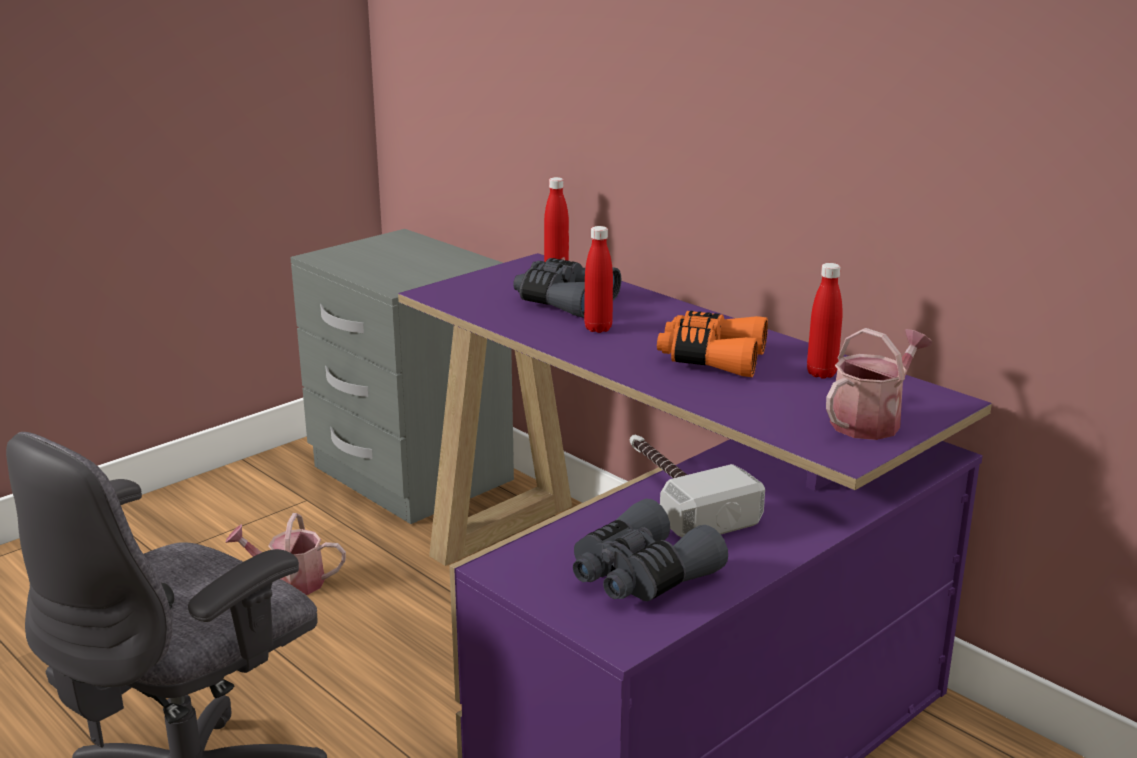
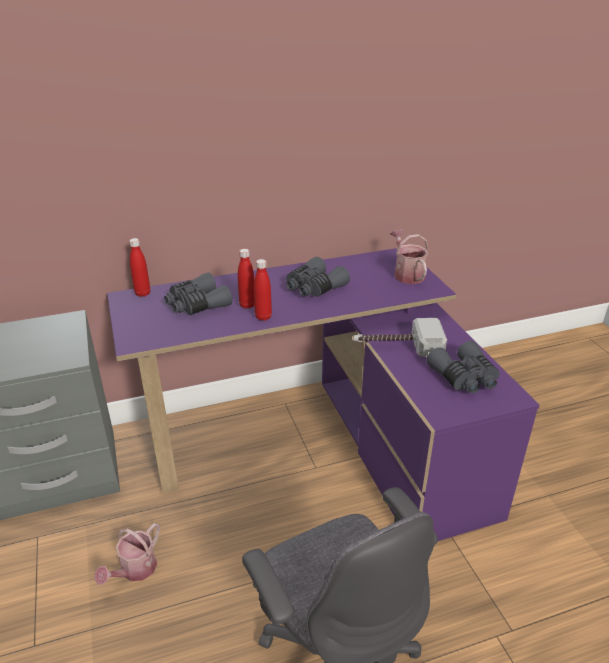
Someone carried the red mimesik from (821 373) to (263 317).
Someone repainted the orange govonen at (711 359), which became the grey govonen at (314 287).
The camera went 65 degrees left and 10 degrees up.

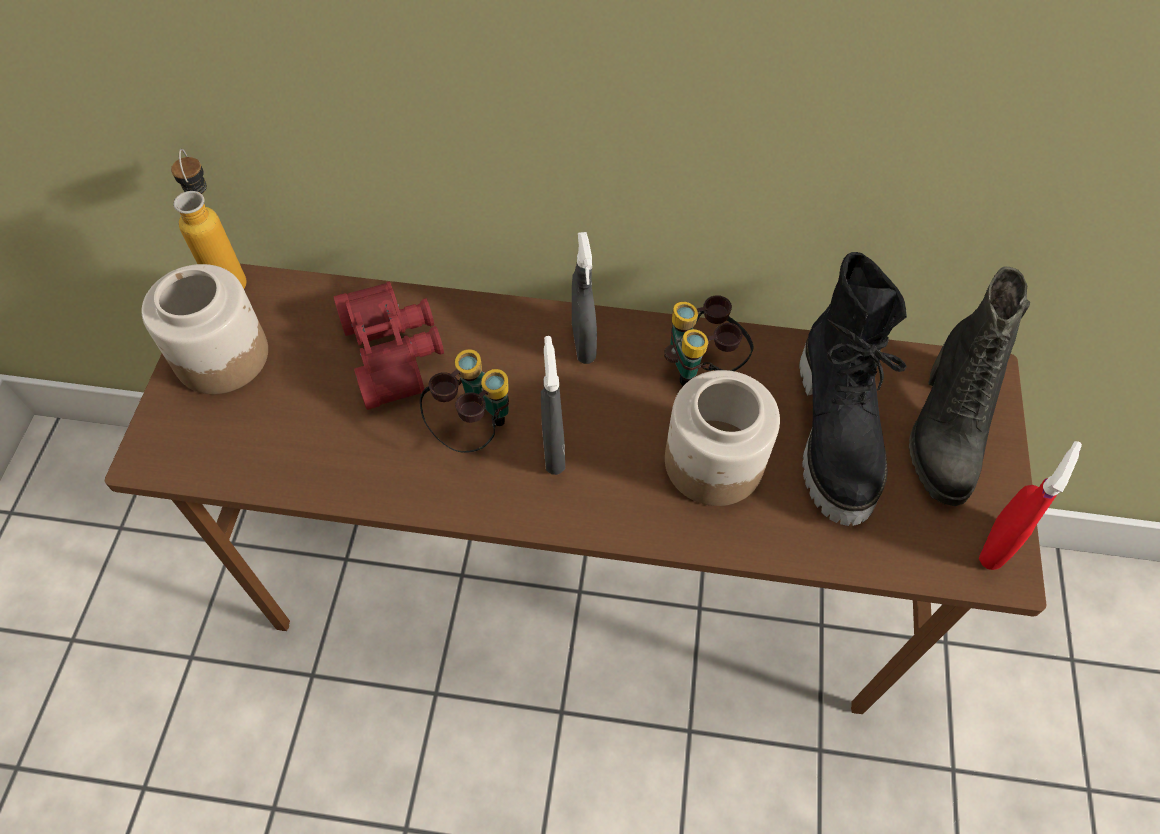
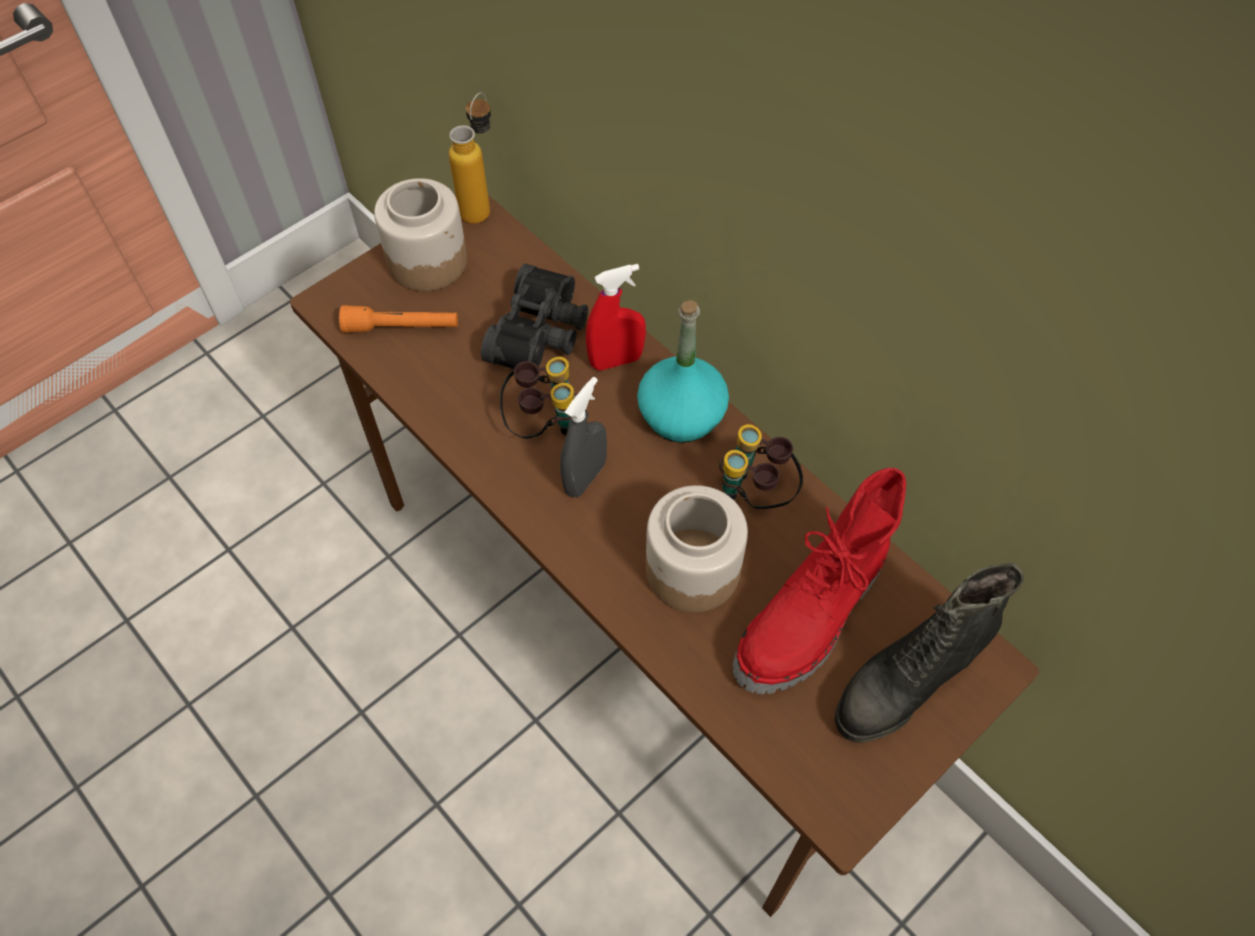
Someone put down the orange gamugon at (402 327).
Someone carried the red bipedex from (995 544) to (616 360).
Someone swapped the grey bipedex at (583 343) for the turquoise mimesik at (681 415).
Someone repainted the red govonen at (396 352), which became the black govonen at (542 333).
Someone repainted the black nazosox at (837 433), which became the red nazosox at (812 619).
The camera went 40 degrees right and 0 degrees up.

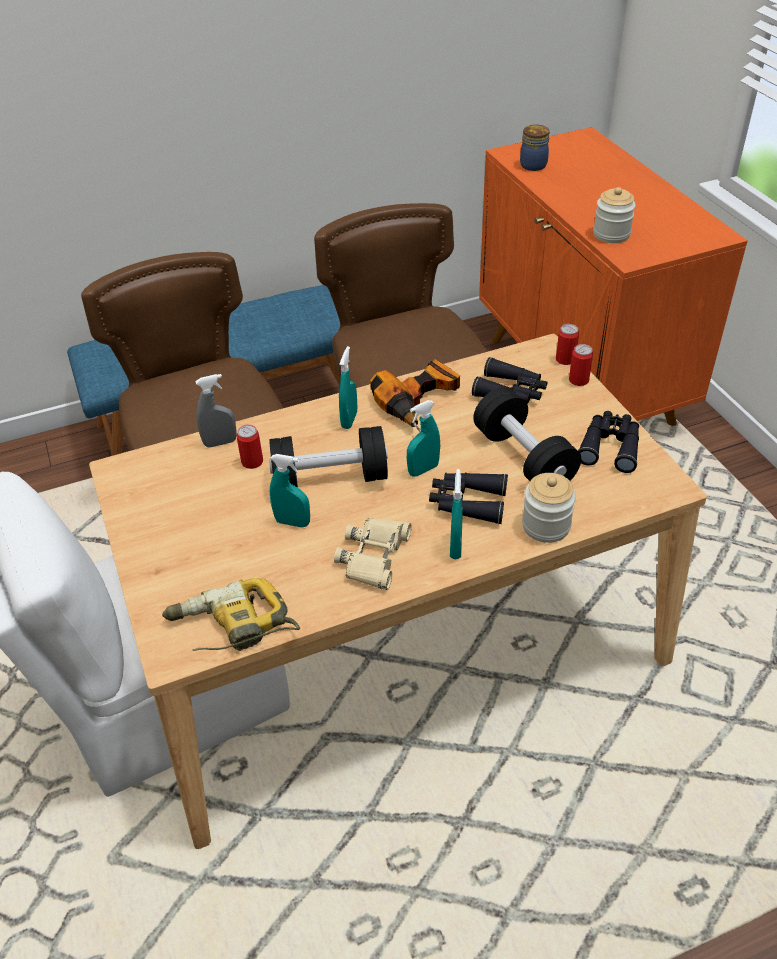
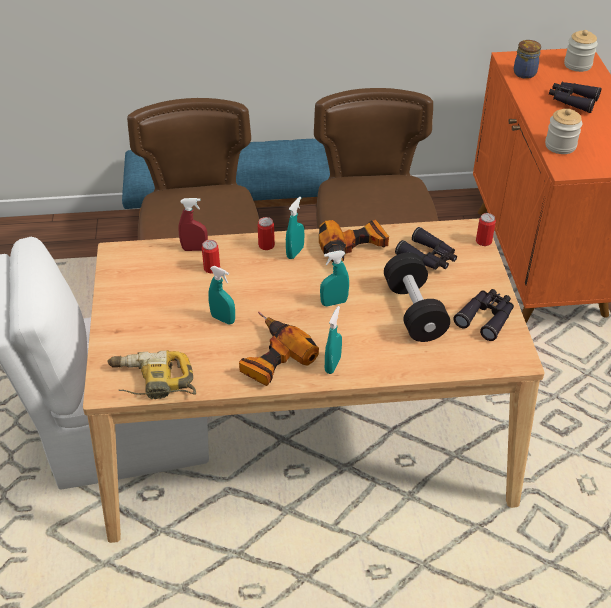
Someone took away the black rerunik at (330 478).
Someone carried the black govonen from (467 502) to (572 101).
Someone carried the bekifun from (546 525) to (577 65).
Someone carried the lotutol from (578 380) to (266 245).
Someone swapped the beige govonen at (374 556) for the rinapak at (271 357).
Someone repainted the grey bipedex at (220 442), which became the red bipedex at (194 249).
The camera went 15 degrees right and 0 degrees up.

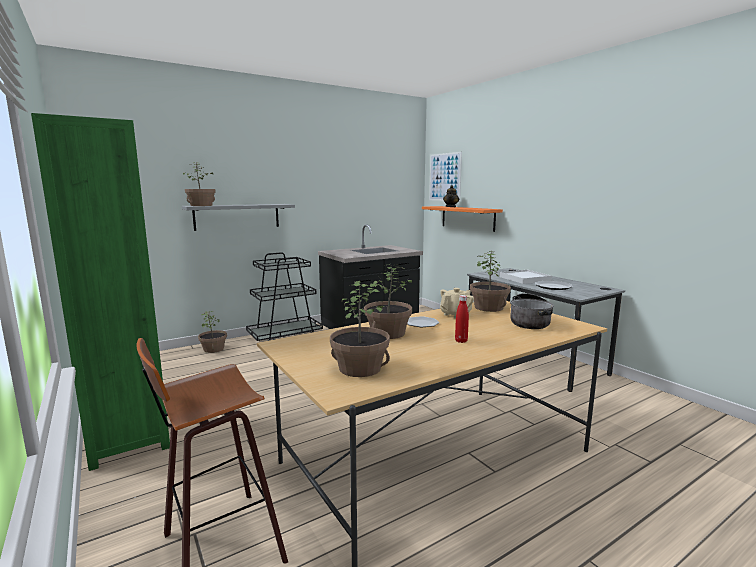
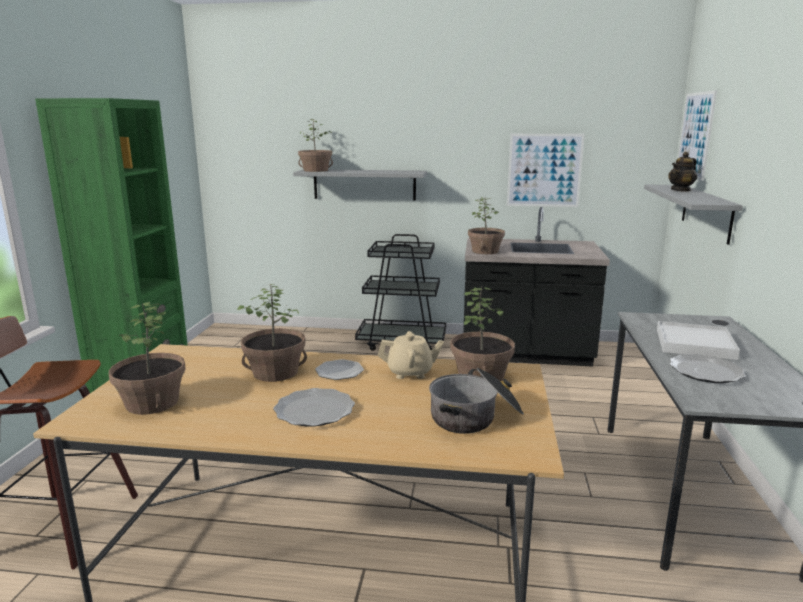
Someone put up the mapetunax at (544 170).
Someone carried the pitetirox from (214 349) to (485 251).
Someone swapped the red mimesik at (461 341) for the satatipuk at (314 410).
Someone repainted the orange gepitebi at (467 218), which became the grey gepitebi at (706 212).
The camera went 40 degrees right and 5 degrees up.

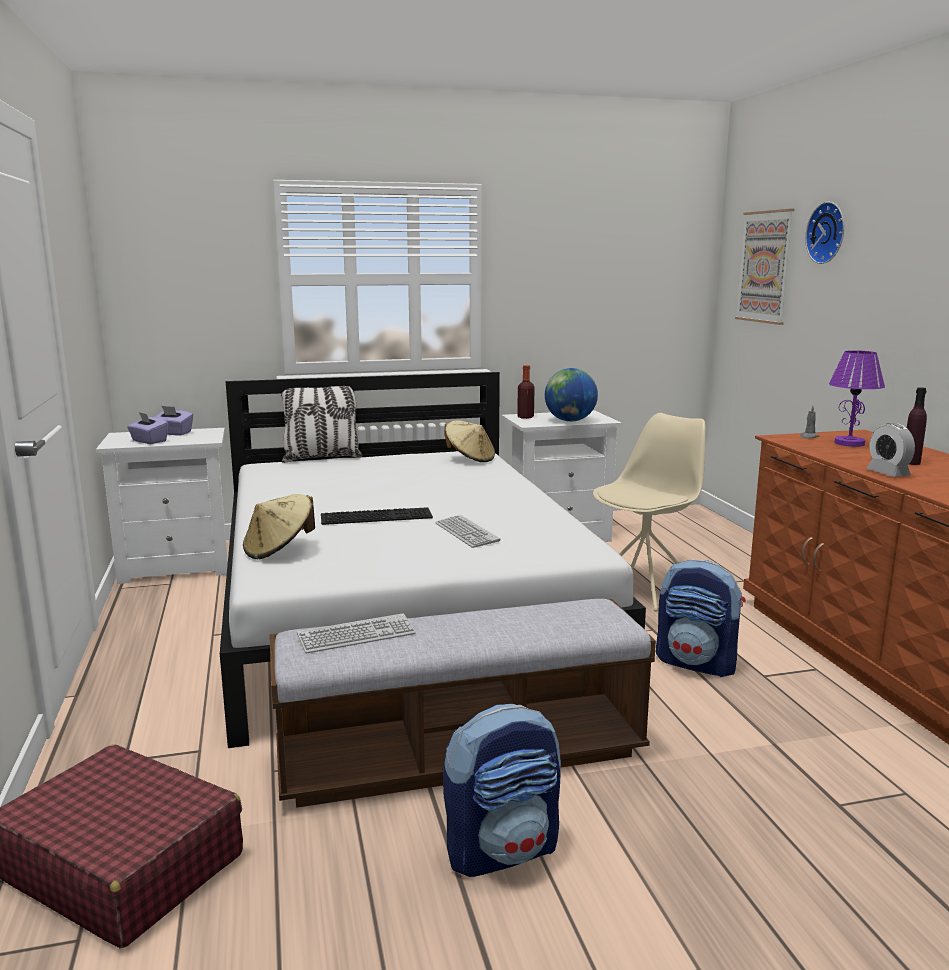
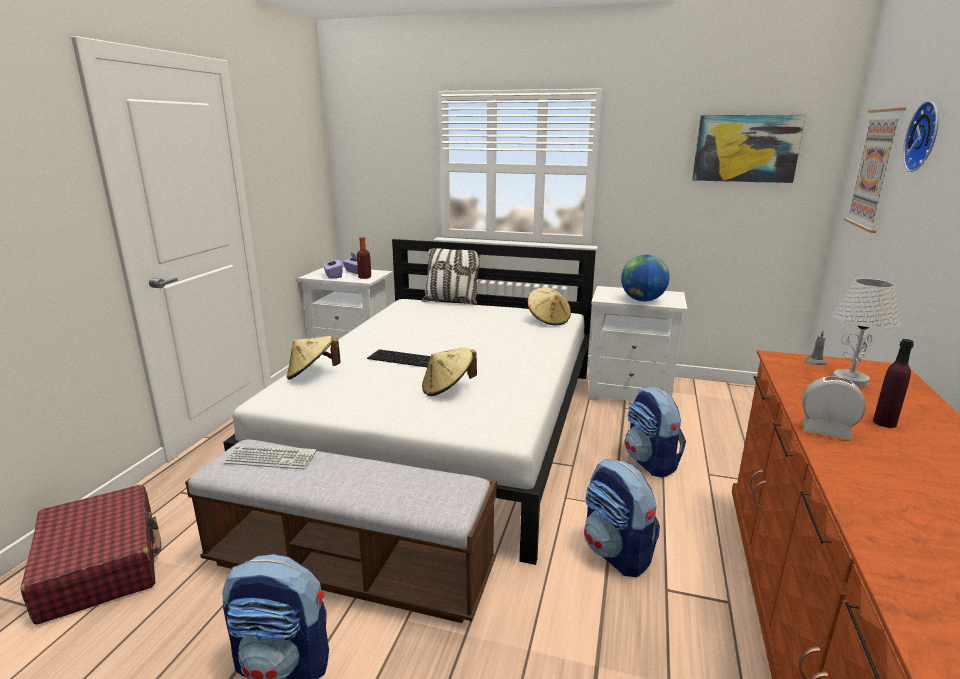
Someone put up the mapetunax at (746 148).
Someone carried the mimesik from (525 417) to (364 277).
Someone swapped the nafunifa at (466 533) for the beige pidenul at (447 389).
Someone swapped the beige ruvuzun at (644 588) for the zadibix at (650 462).
Someone repainted the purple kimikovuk at (850 443), which became the white kimikovuk at (850 380).
Someone rotated the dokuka at (888 473) by 105 degrees clockwise.
The camera went 30 degrees right and 5 degrees up.

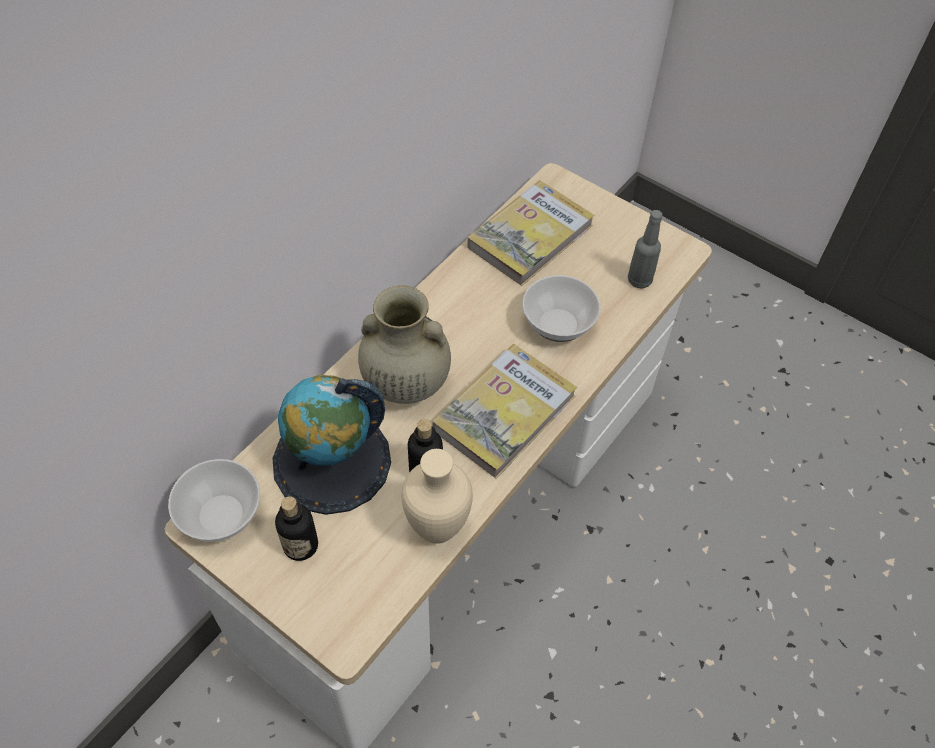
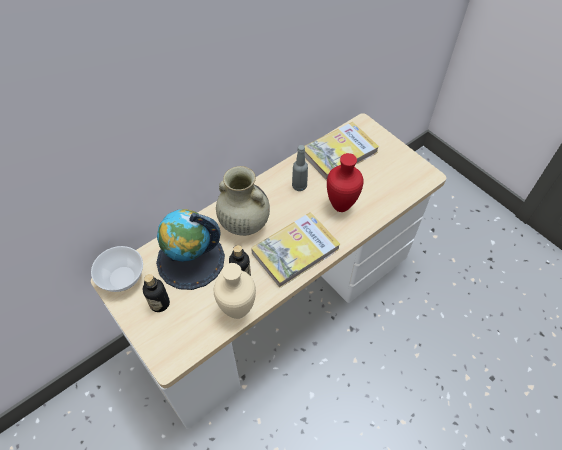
Someone carried the grey mimesik from (639 280) to (299 186).
Someone swapped the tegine at (559 325) for the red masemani at (342 206).
The camera went 15 degrees right and 0 degrees up.

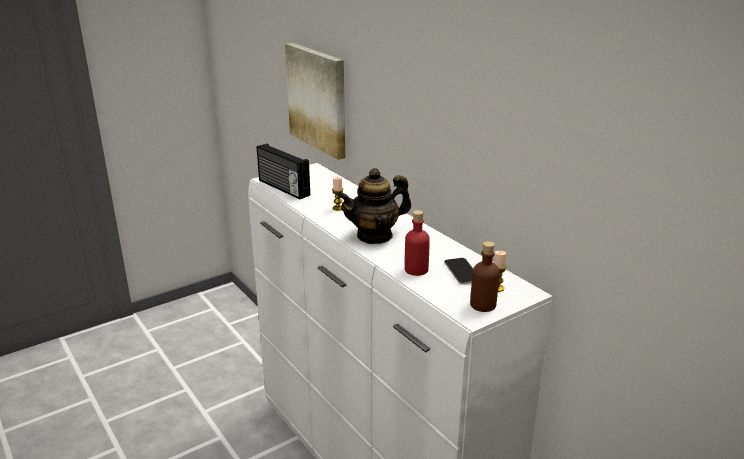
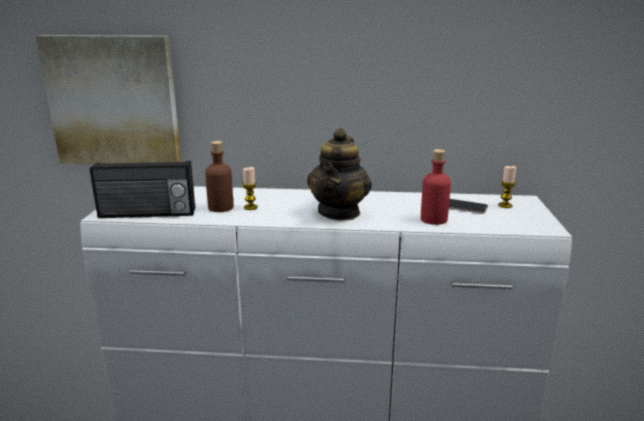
Someone carried the brown mimesik from (483 305) to (221 207).
The camera went 50 degrees left and 5 degrees down.

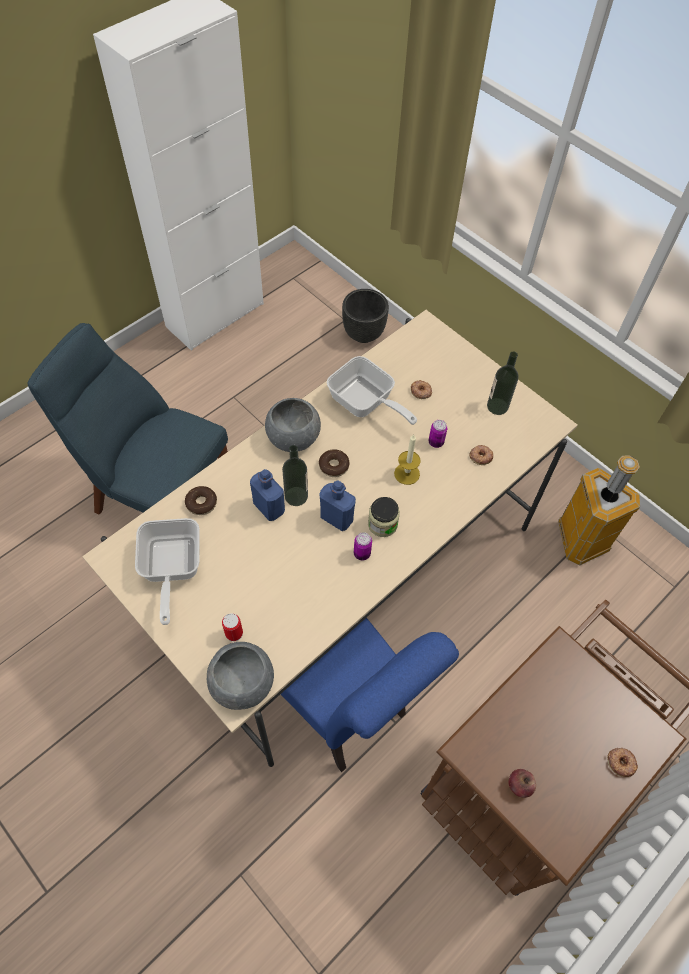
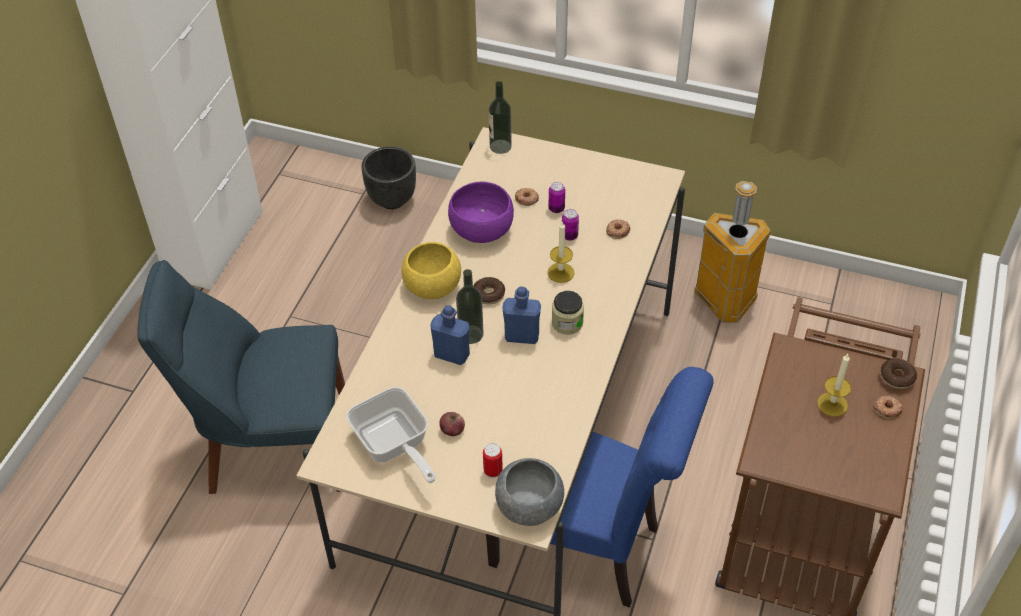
Someone put down the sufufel at (832 404).
Someone carried the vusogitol from (201 503) to (897 377).
Someone carried the lotutol from (362 553) to (556 209).
Someone carried the mimesik from (497 406) to (500 146).
Someone carried the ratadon from (519 785) to (452 430).
Someone swapped the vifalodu at (365 403) for the purple tegine at (481 230).
Someone repainted the grey tegine at (293 437), which became the yellow tegine at (432 286).
The camera went 25 degrees left and 10 degrees down.

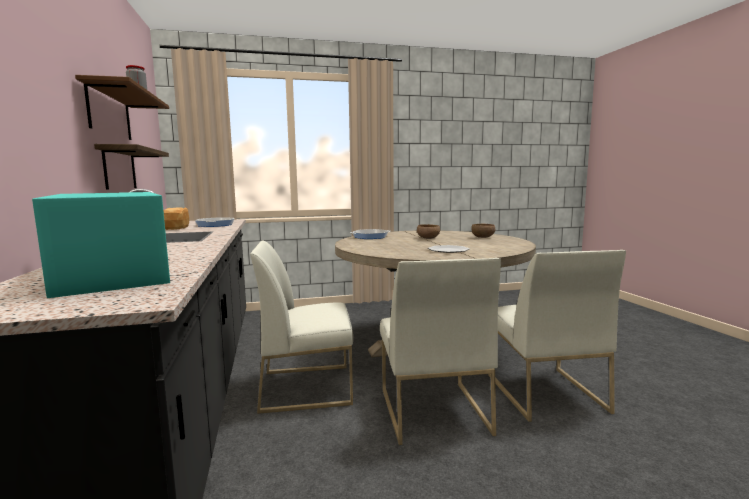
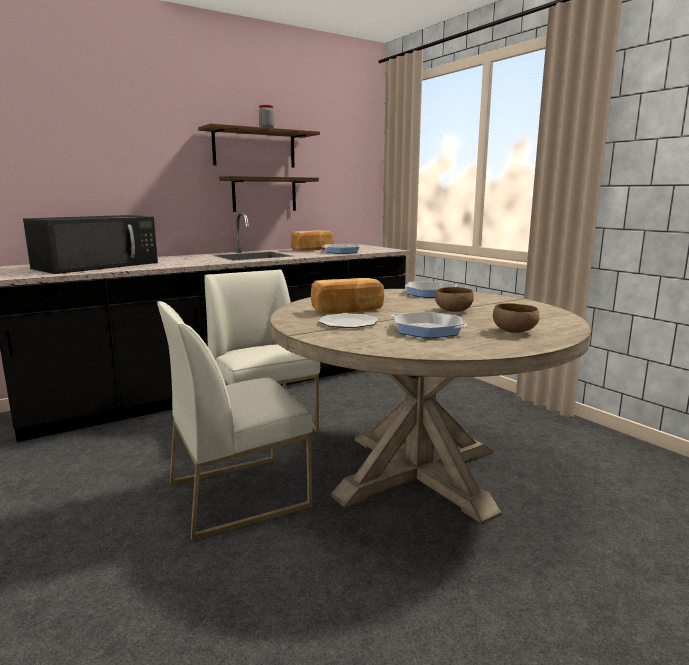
Someone took away the white ruvuzun at (543 392).
Someone put down the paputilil at (348 310).
Someone put down the vifalodu at (427 330).
Someone repainted the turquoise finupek at (112 271), which became the black finupek at (98 265).
The camera went 70 degrees right and 5 degrees up.

